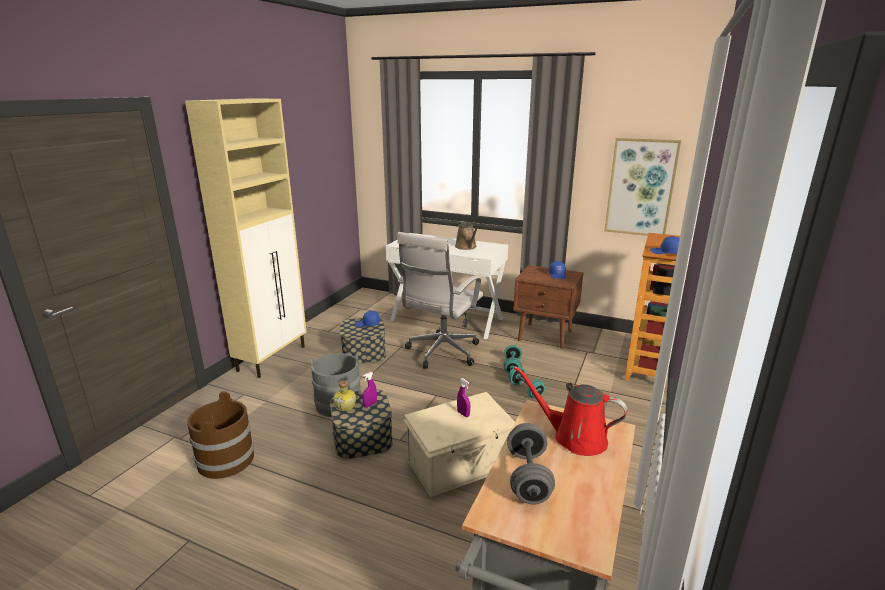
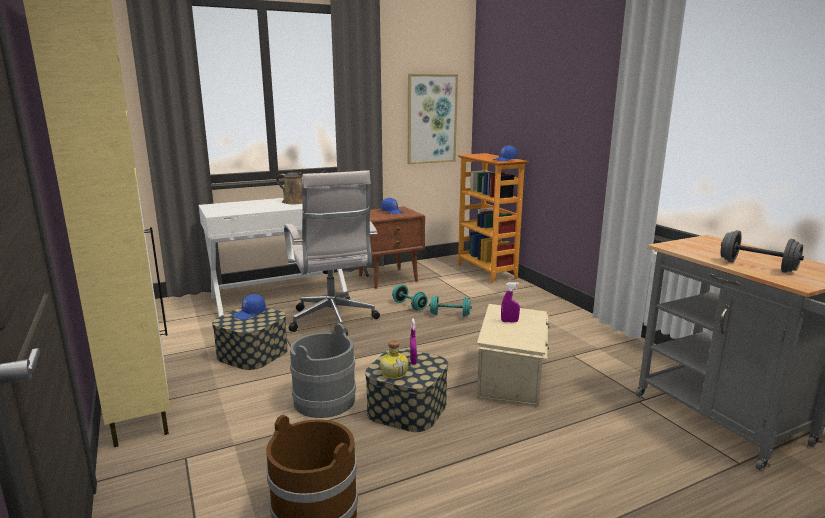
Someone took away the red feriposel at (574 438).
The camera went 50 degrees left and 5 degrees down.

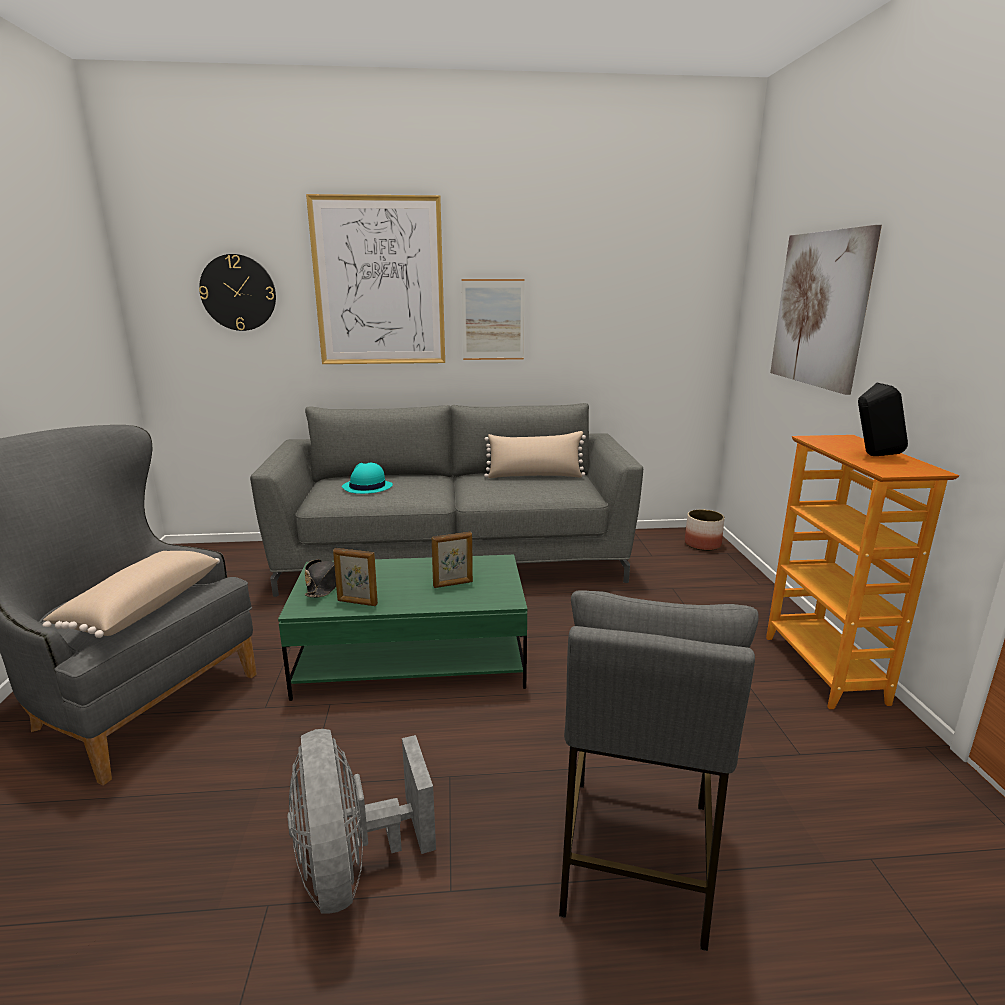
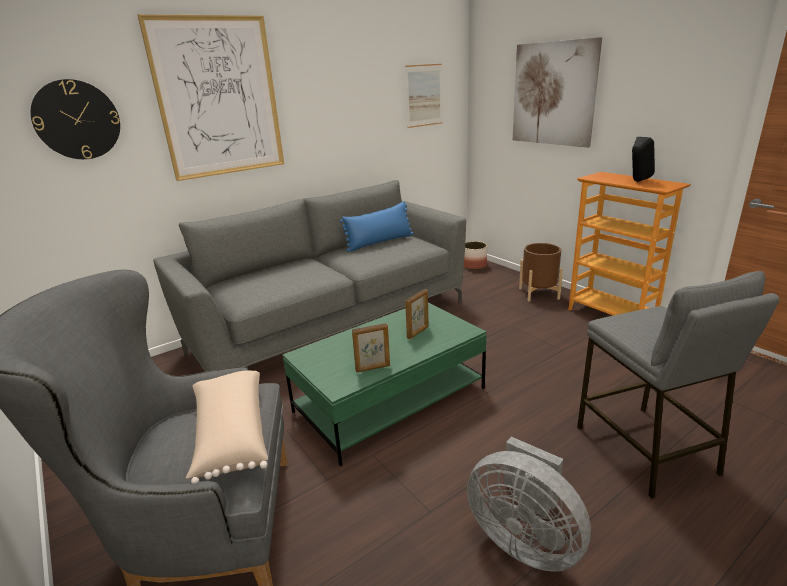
Someone took away the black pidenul at (325 584).
Someone took away the turquoise pidenul at (367 487).
Someone put down the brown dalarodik at (539 293).
Someone carried the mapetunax from (493 320) to (424 95).
Someone repainted the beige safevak at (535 476), which became the blue safevak at (380 242).
The camera went 30 degrees left and 5 degrees up.

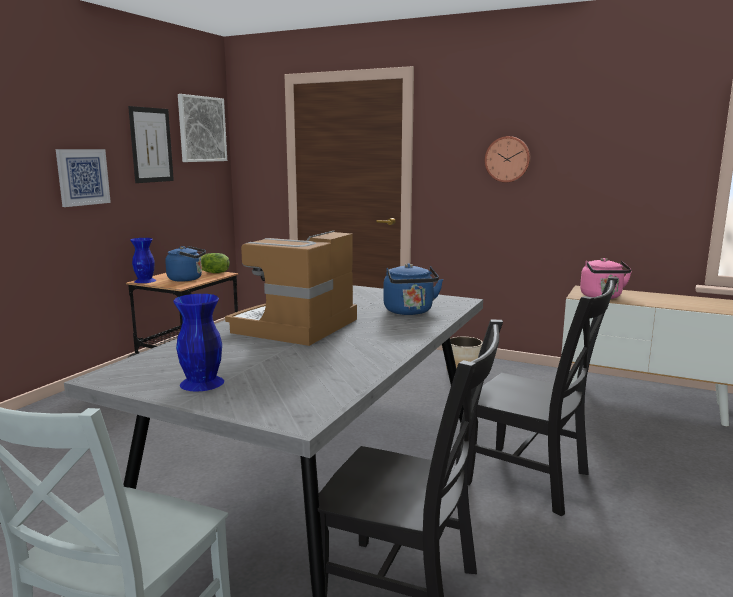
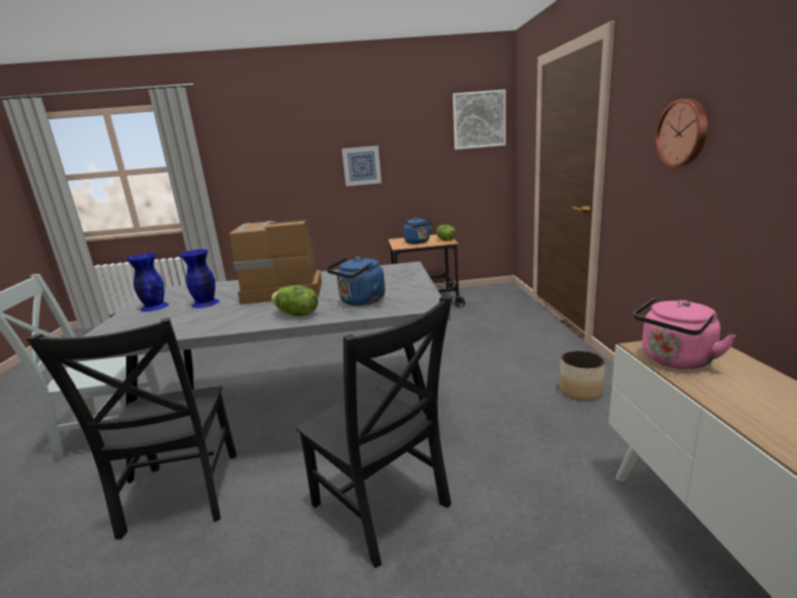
Someone took away the mapetunax at (151 145).
Someone put down the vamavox at (296 314).
Someone carried the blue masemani from (145 281) to (205 303).
Someone rotated the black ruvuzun at (532 480) by 45 degrees counterclockwise.
The camera went 60 degrees right and 5 degrees up.

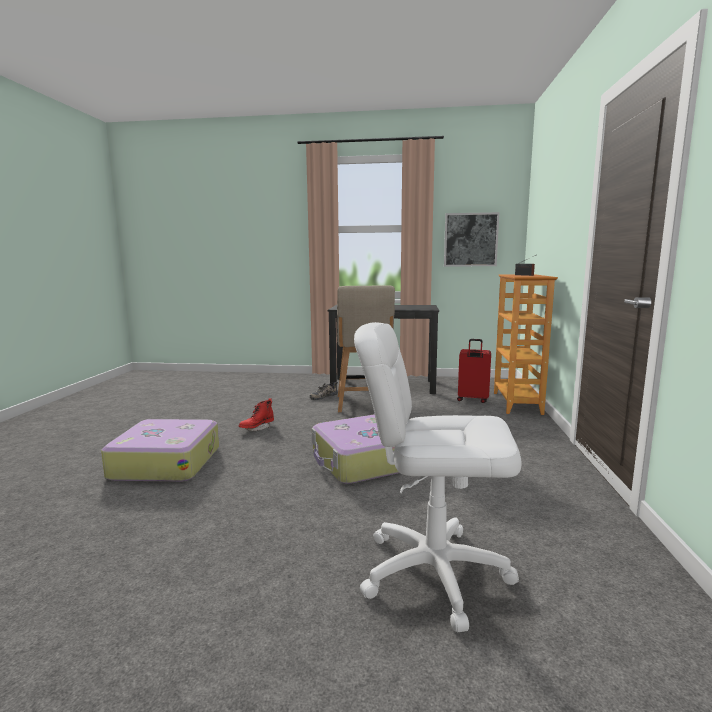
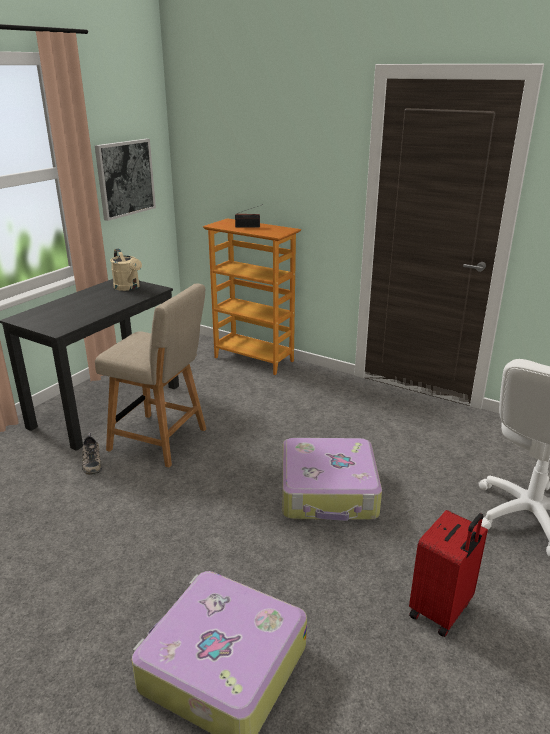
Someone took away the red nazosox at (257 428).
Someone put down the beige feriposel at (128 287).
Someone carried the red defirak from (472 400) to (441 610).
The camera went 65 degrees left and 15 degrees up.

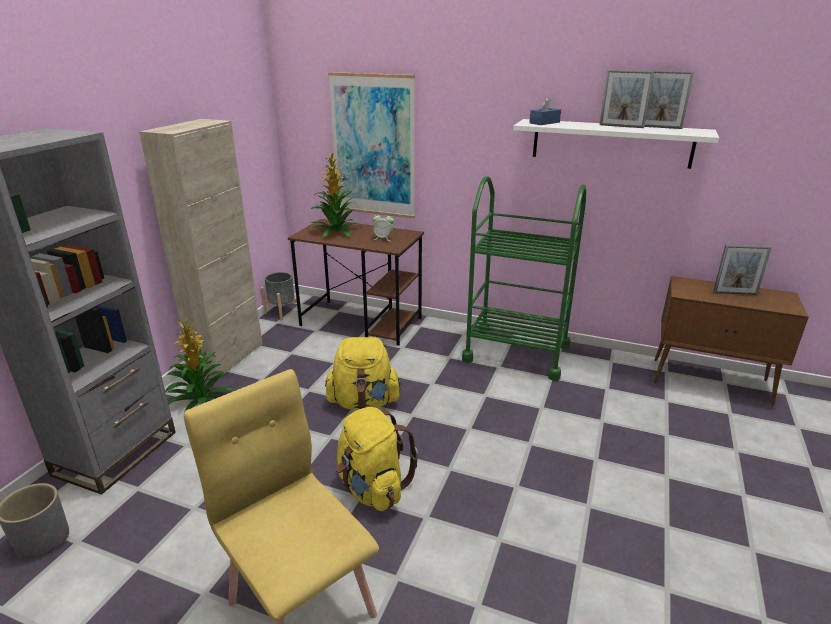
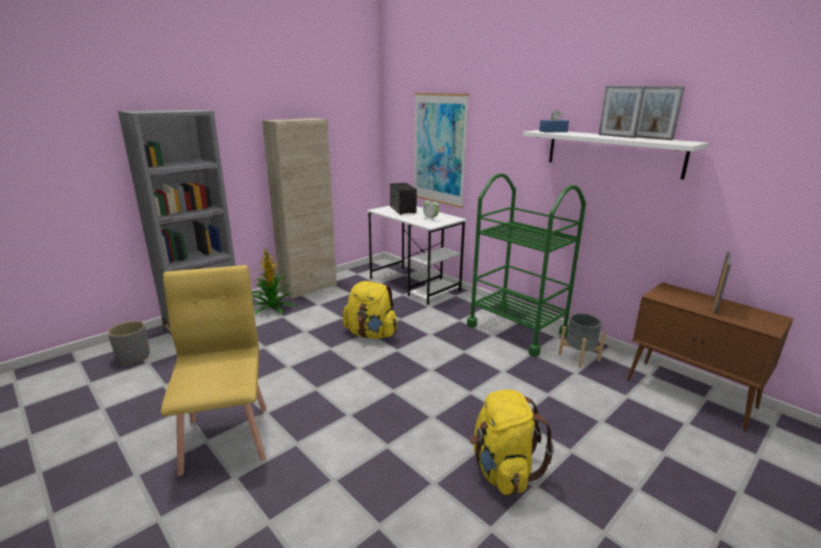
Someone carried the grey dalarodik from (282 312) to (579 357).
Someone carried the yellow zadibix from (372 488) to (502 470).
Someone swapped the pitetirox at (335 231) for the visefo at (403 210).
Someone repainted the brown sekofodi at (362 322), which became the white sekofodi at (414 285).
Someone rotated the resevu at (735 293) by 90 degrees counterclockwise.
The camera went 25 degrees right and 5 degrees down.

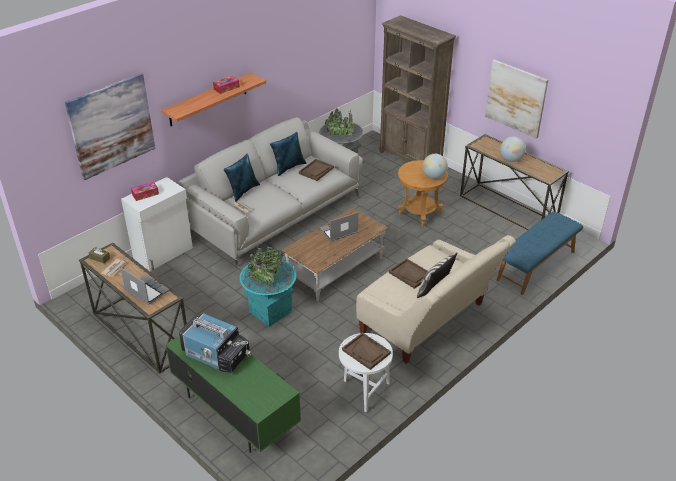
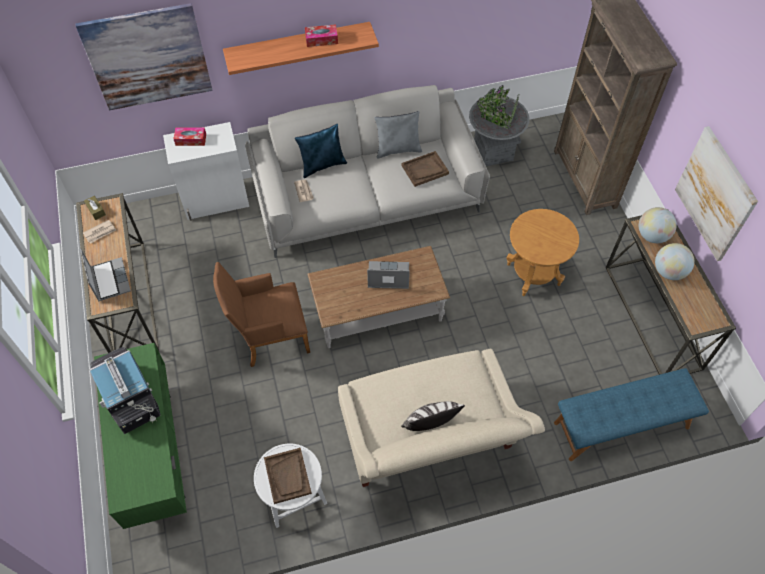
Someone took away the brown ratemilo at (410 274).
Someone carried the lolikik from (434 176) to (652 235).
Someone swapped the turquoise dalarodik at (270 312) for the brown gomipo at (269 337).
Someone repainted the blue safevak at (288 167), which became the grey safevak at (398 149).
The camera went 30 degrees right and 20 degrees up.

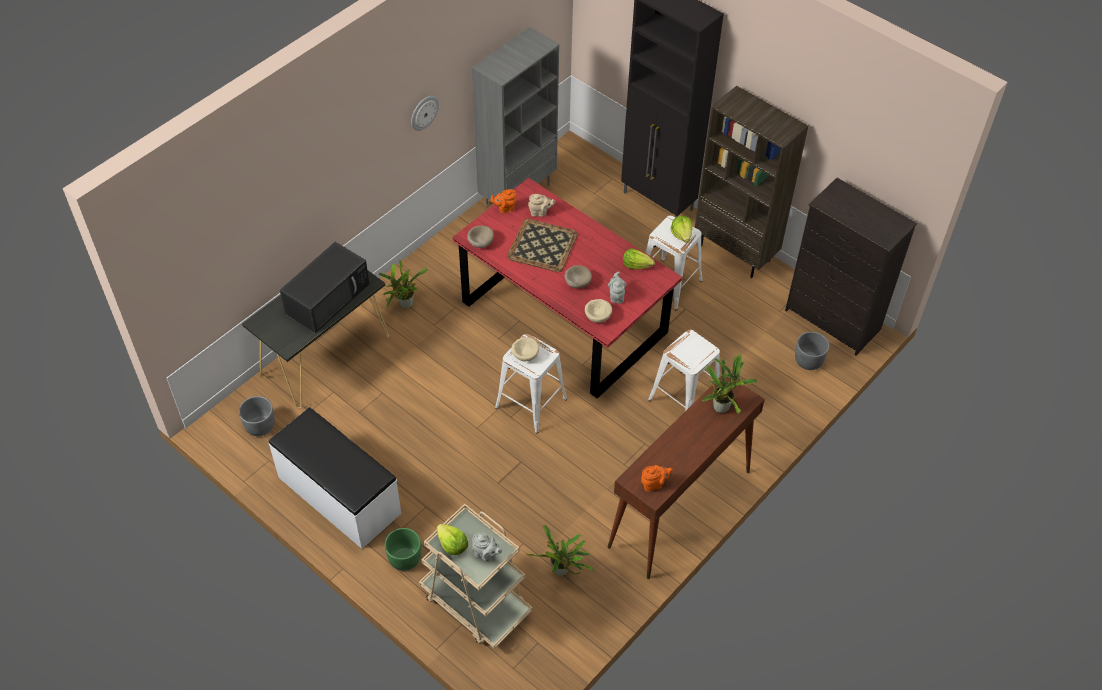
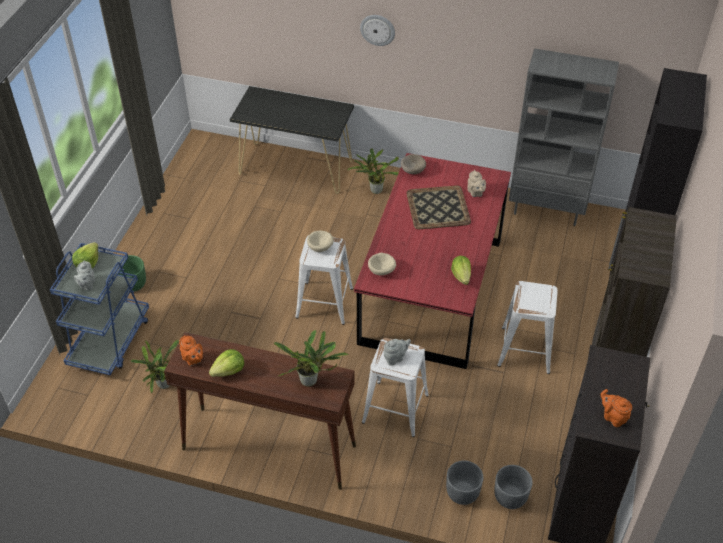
Someone took away the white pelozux at (338 496).
Someone took away the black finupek at (328 297).
Someone took away the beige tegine at (577 282).
Someone carried the grey dalarodik from (260 426) to (462 492).
Someone carried the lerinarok from (424 112) to (377 29).
Someone carried the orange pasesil from (505 208) to (613 417).
Someone carried the grey pasesil from (616 296) to (395 358).
Someone carried the vamavox from (682 234) to (229 371).
Someone repainted the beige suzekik at (475 602), which became the blue suzekik at (110 341).
The camera went 65 degrees right and 5 degrees down.

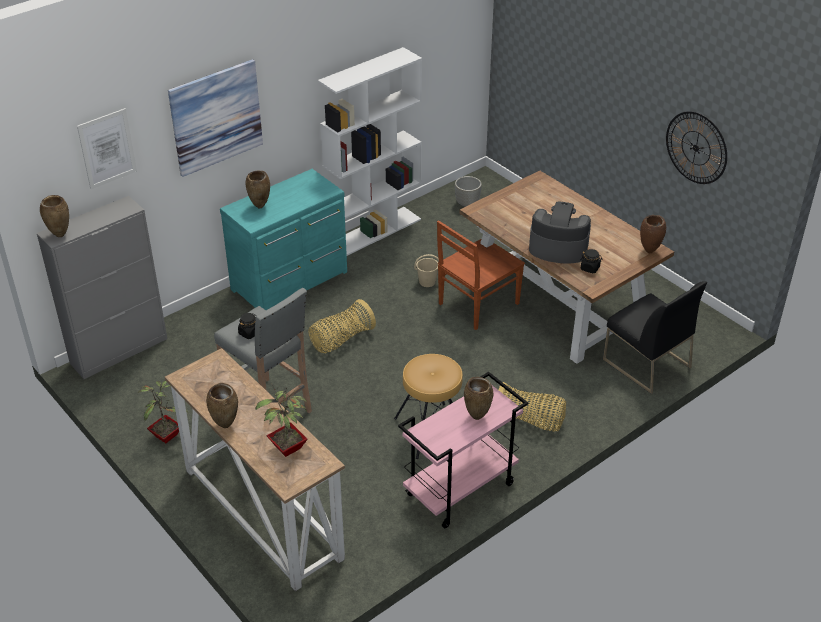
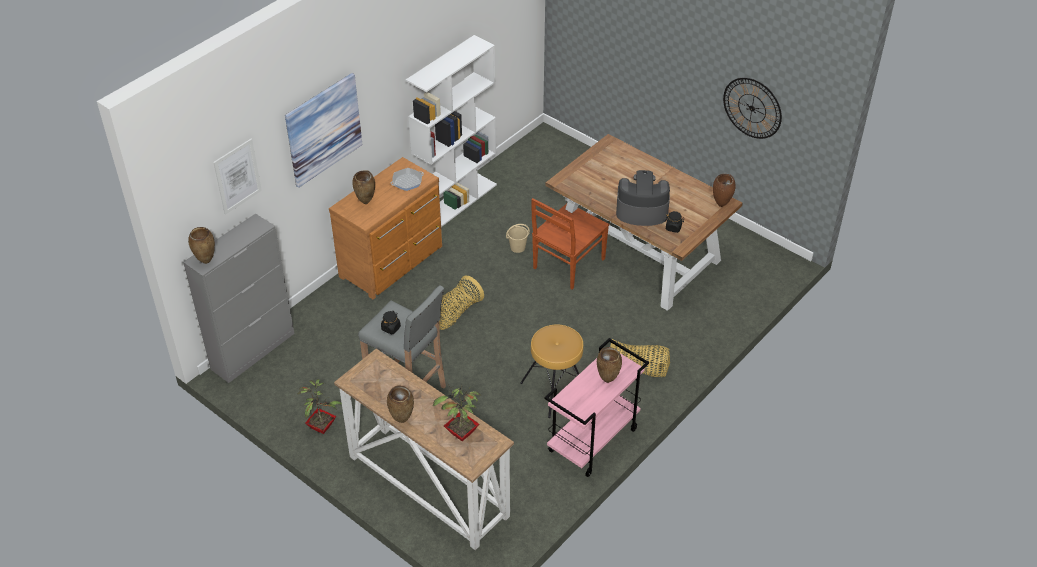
Someone took away the grey dalarodik at (467 203).
Someone took away the black ruvuzun at (645 363).
Someone put down the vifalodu at (407 181).
Someone repainted the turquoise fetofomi at (292 281), which became the brown fetofomi at (393 262).
The camera went 10 degrees left and 5 degrees up.

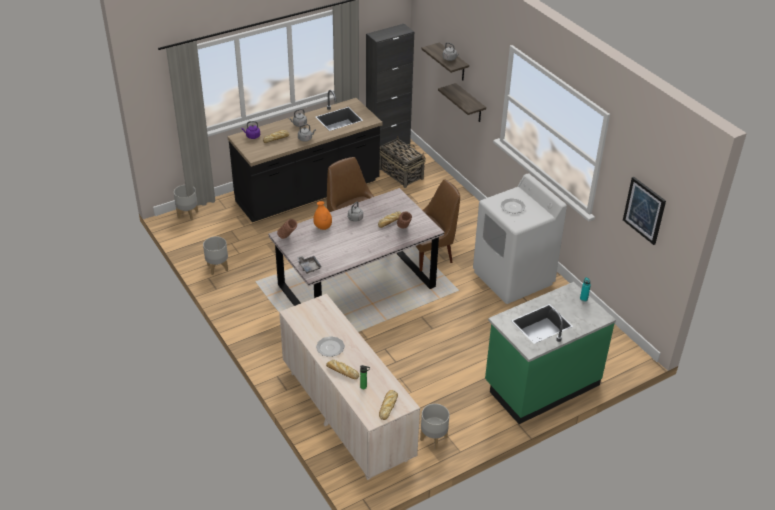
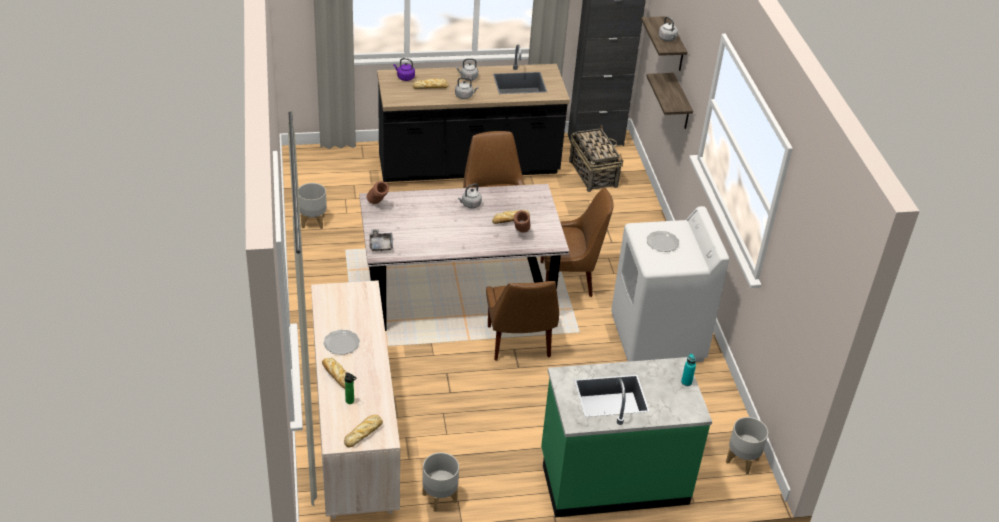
Someone took away the orange masemani at (323 227).
Someone took away the mapetunax at (644 210).
Someone put down the brown ruvuzun at (519 343).
Someone carried the grey dalarodik from (187 214) to (742 461).
The camera went 20 degrees right and 0 degrees up.

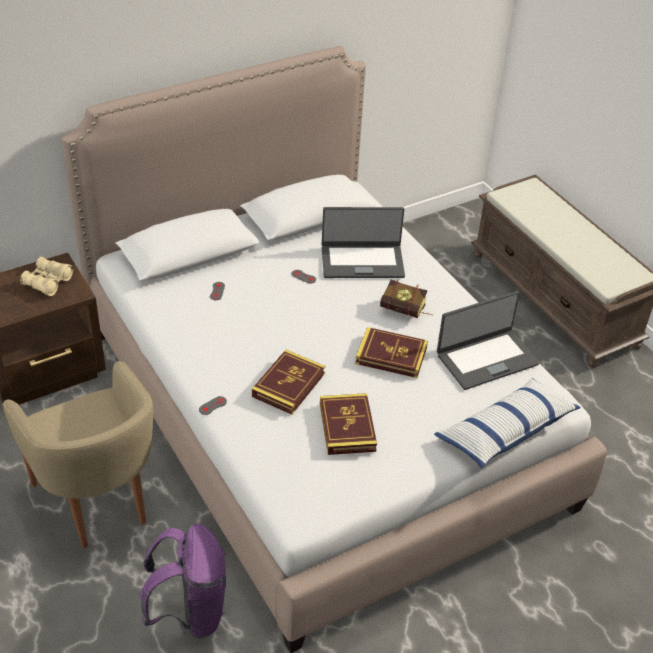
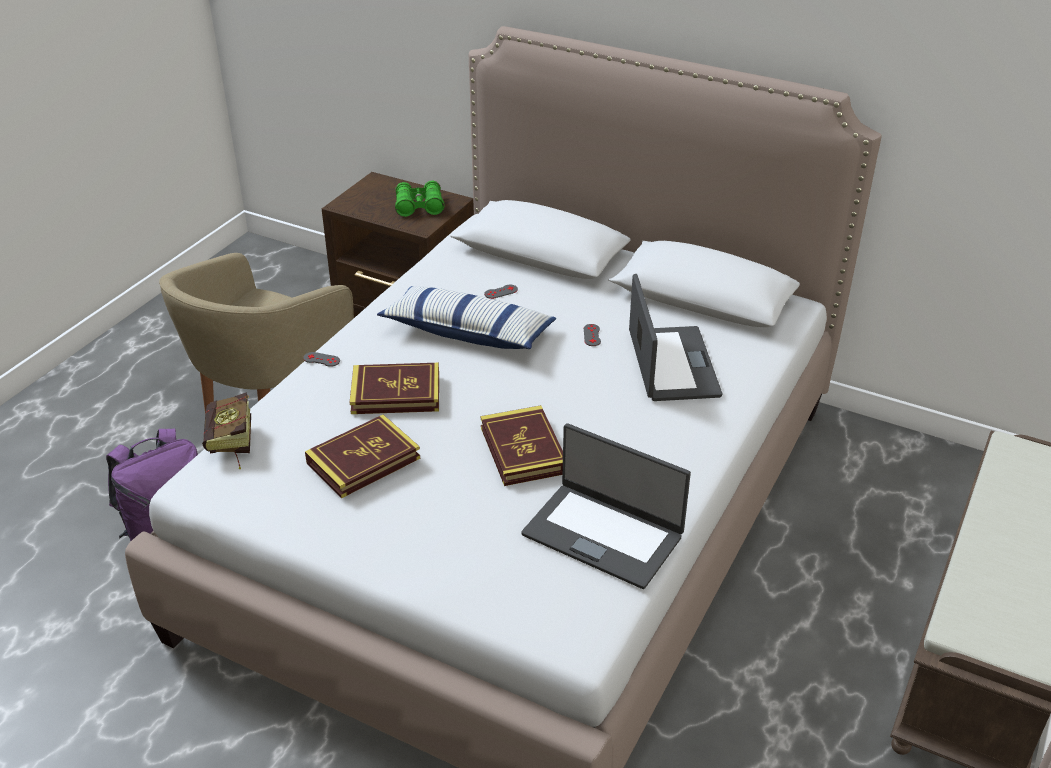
Someone carried the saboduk from (406 312) to (230 445).
Someone carried the safevak from (505 432) to (468 332).
Someone repainted the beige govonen at (48 282), which became the green govonen at (419 207).
Someone rotated the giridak at (362 261) by 150 degrees counterclockwise.
The camera went 60 degrees right and 5 degrees down.

